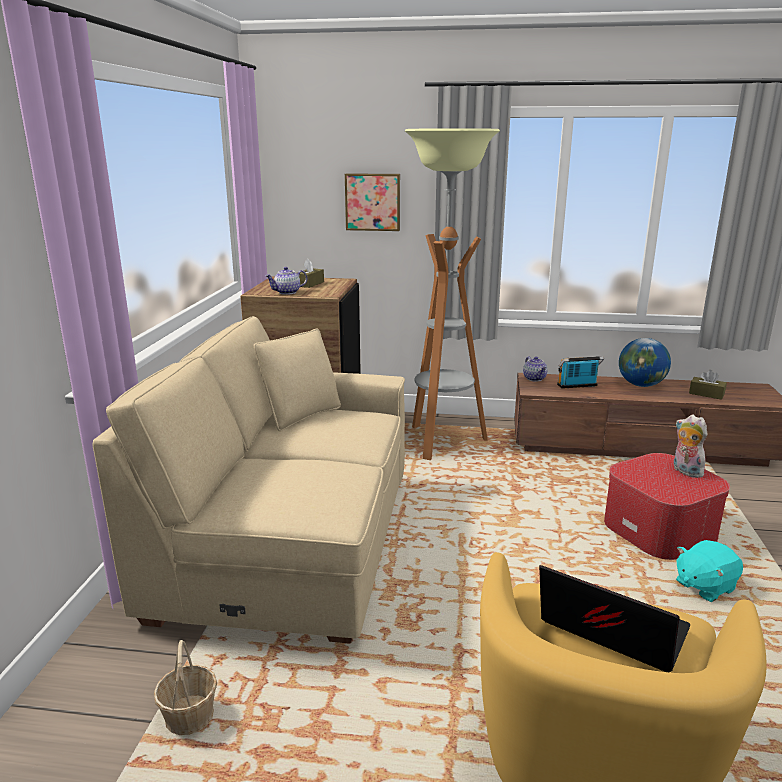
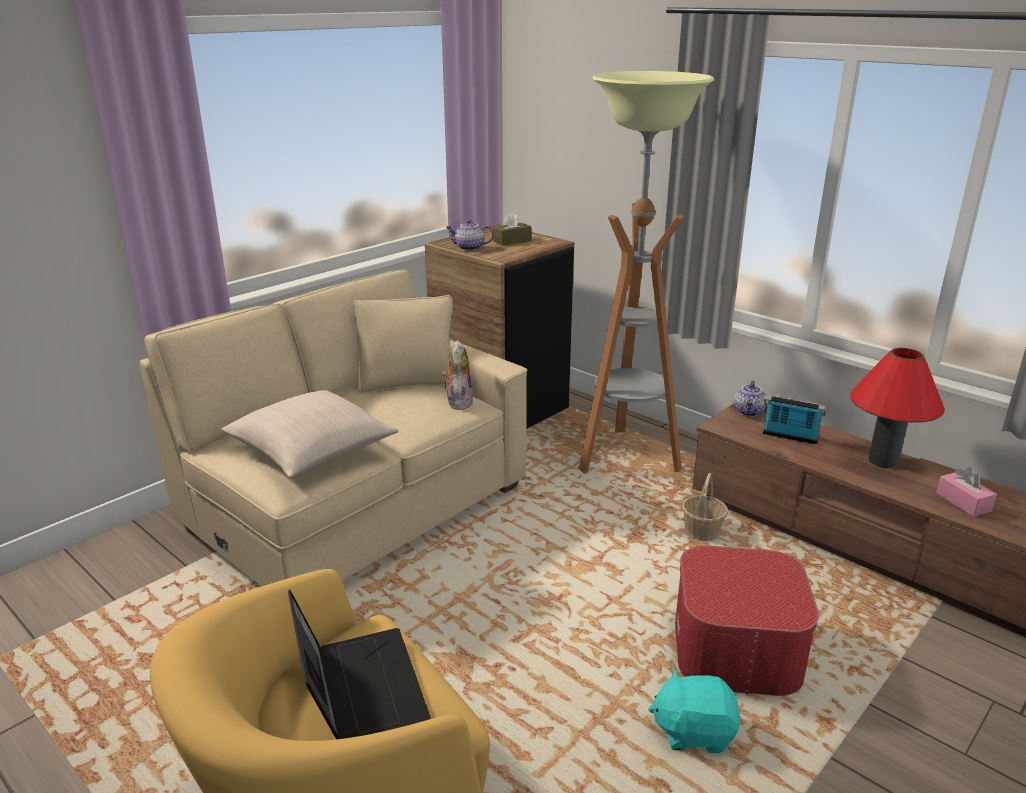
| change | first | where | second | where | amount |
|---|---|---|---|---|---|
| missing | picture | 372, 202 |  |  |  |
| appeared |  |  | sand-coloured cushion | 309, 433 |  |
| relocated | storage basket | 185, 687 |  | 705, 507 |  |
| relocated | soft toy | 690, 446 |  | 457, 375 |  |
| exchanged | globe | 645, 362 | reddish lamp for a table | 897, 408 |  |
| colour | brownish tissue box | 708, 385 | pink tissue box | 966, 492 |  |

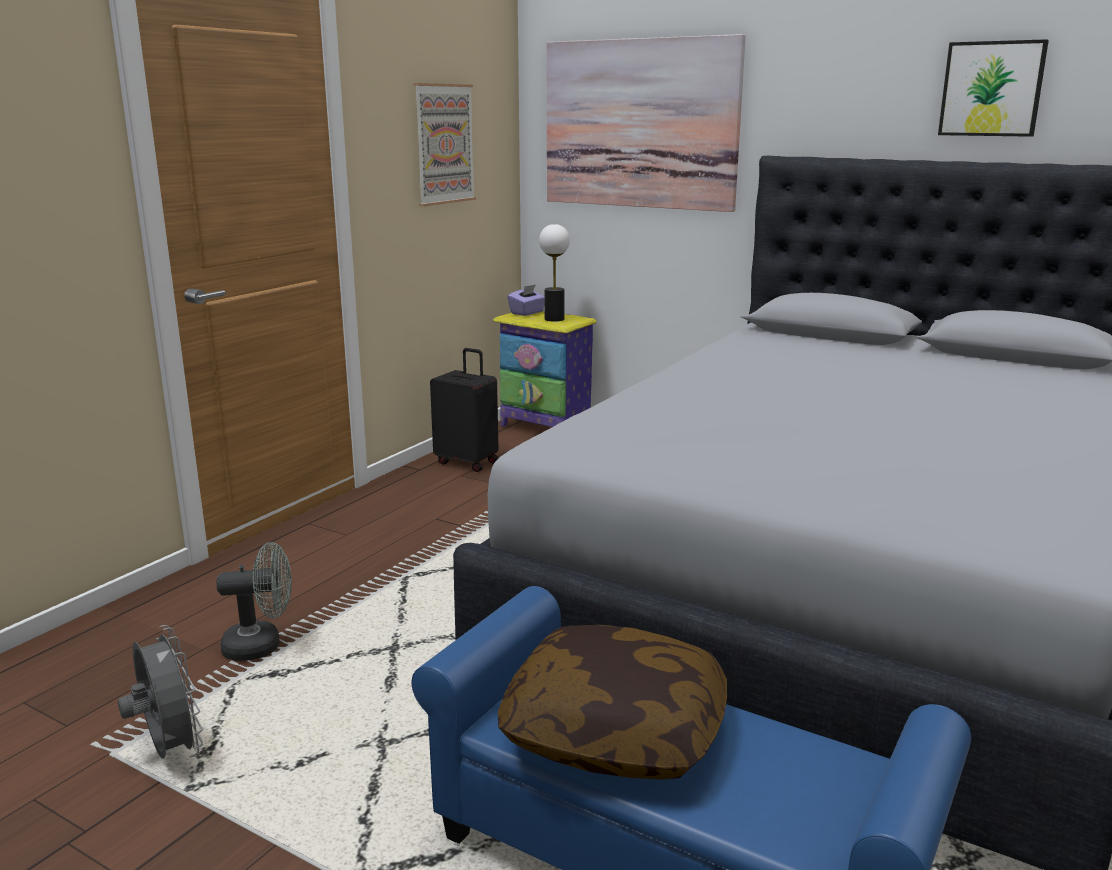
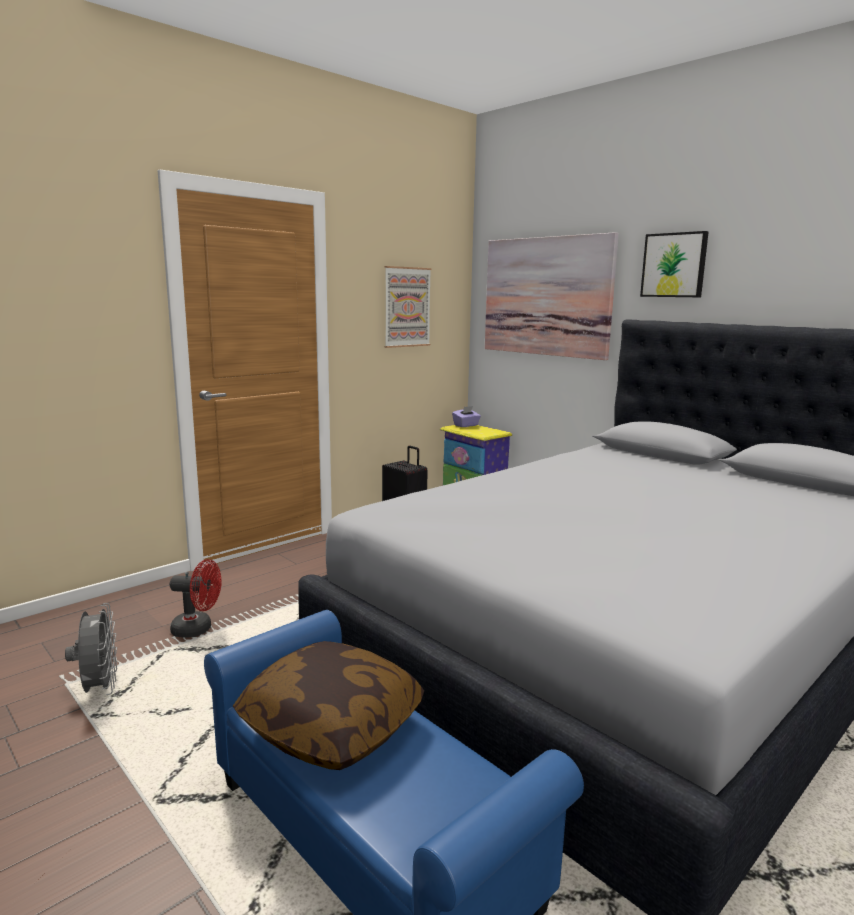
| change | first | where | second | where | amount |
|---|---|---|---|---|---|
| missing | lamp for a table | 554, 273 |  |  |  |
| relocated | picture | 993, 88 |  | 674, 264 |  |
| colour | greyish electric fan | 254, 601 | reddish electric fan | 196, 598 |  |

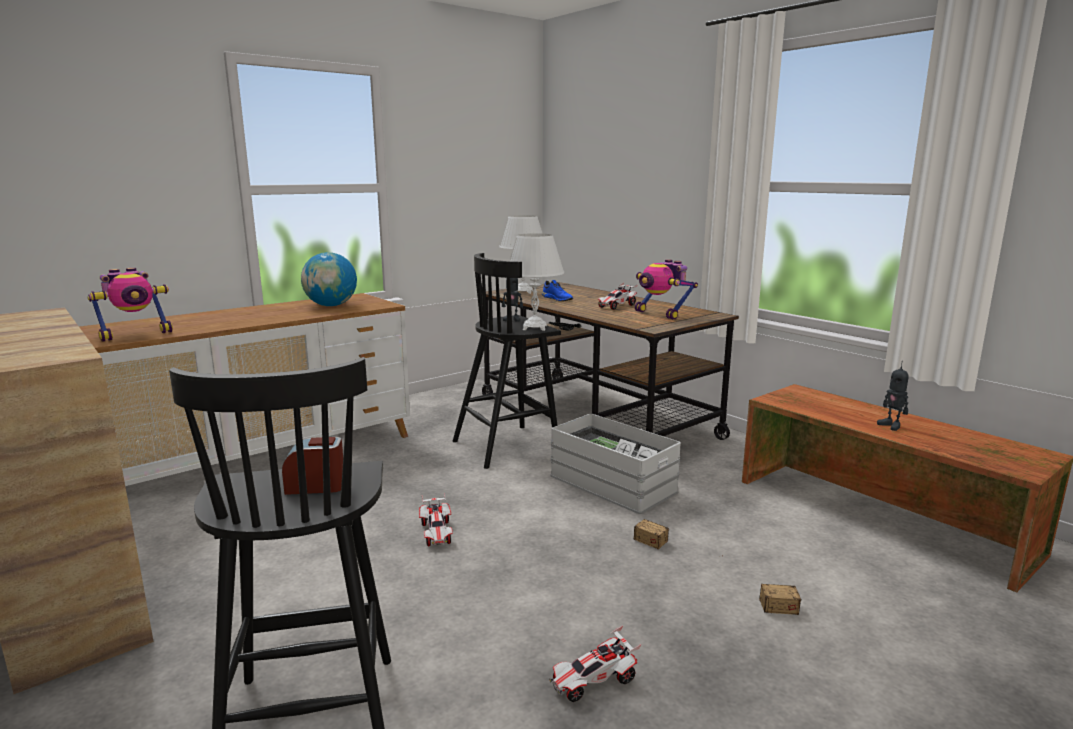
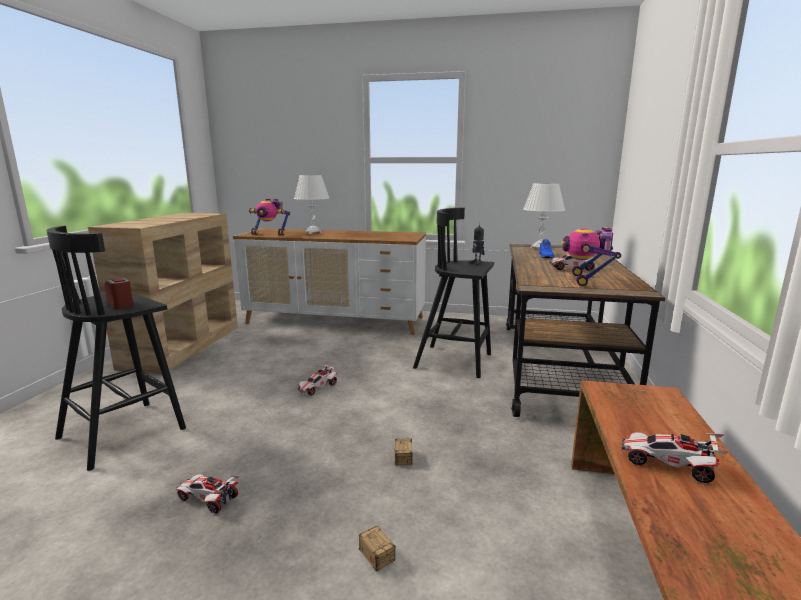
| change | first | where | second | where | amount |
|---|---|---|---|---|---|
| missing | globe | 329, 279 |  |  |  |
| missing | greyish storage container | 615, 464 |  |  |  |
| relocated | whitish lamp for a table | 537, 282 |  | 311, 204 |  |
| exchanged | model robot | 893, 396 | toy car | 675, 457 |  |

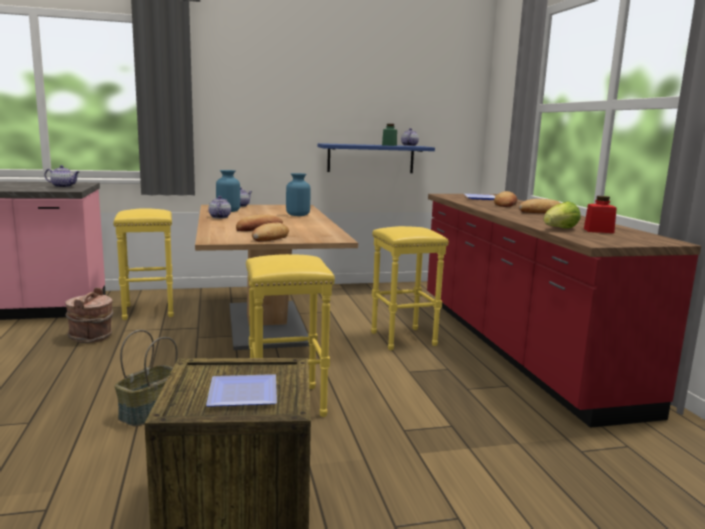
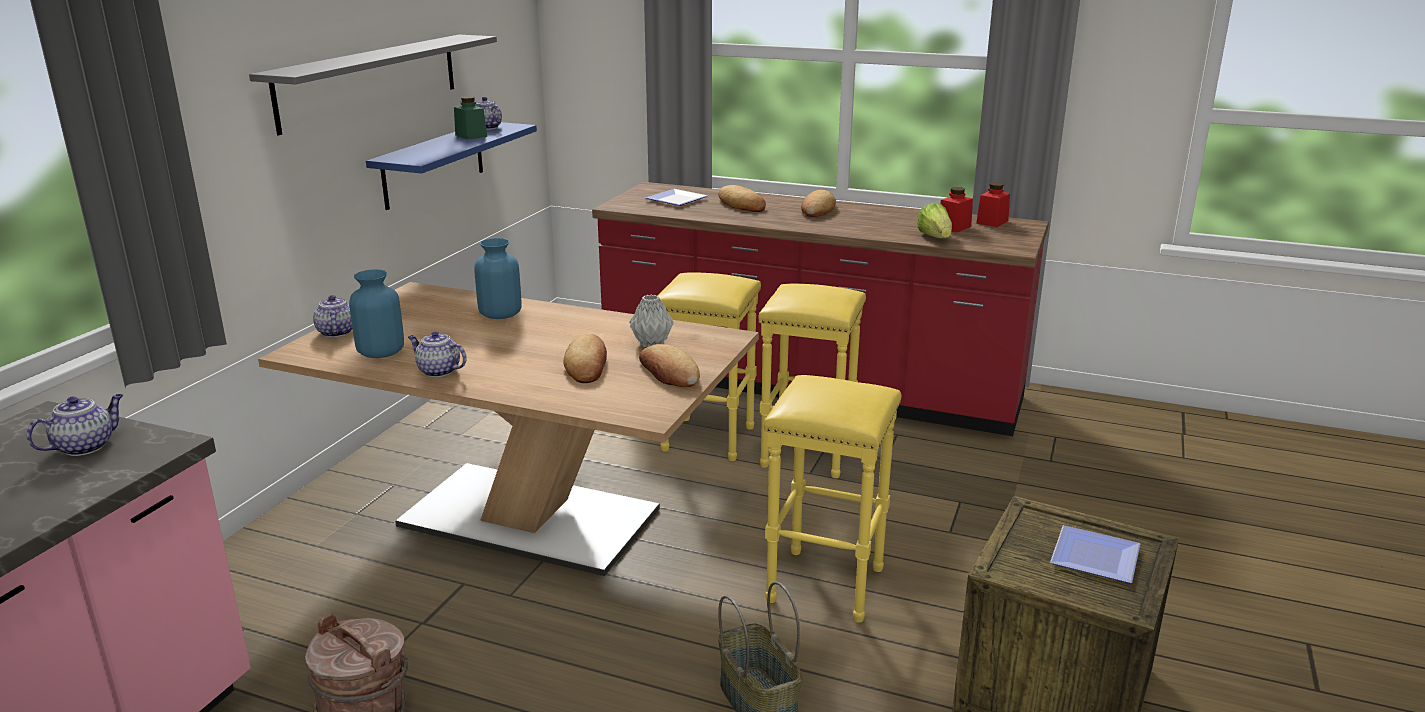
| change | first | where | second | where | amount |
|---|---|---|---|---|---|
| appeared |  |  | greyish shelf | 373, 85 |  |
| appeared |  |  | greyish decorative vase | 651, 321 |  |
| appeared |  |  | reddish preserve jar | 993, 204 |  |
| relocated | yellow-coloured sitting stool | 143, 264 |  | 812, 381 |  |

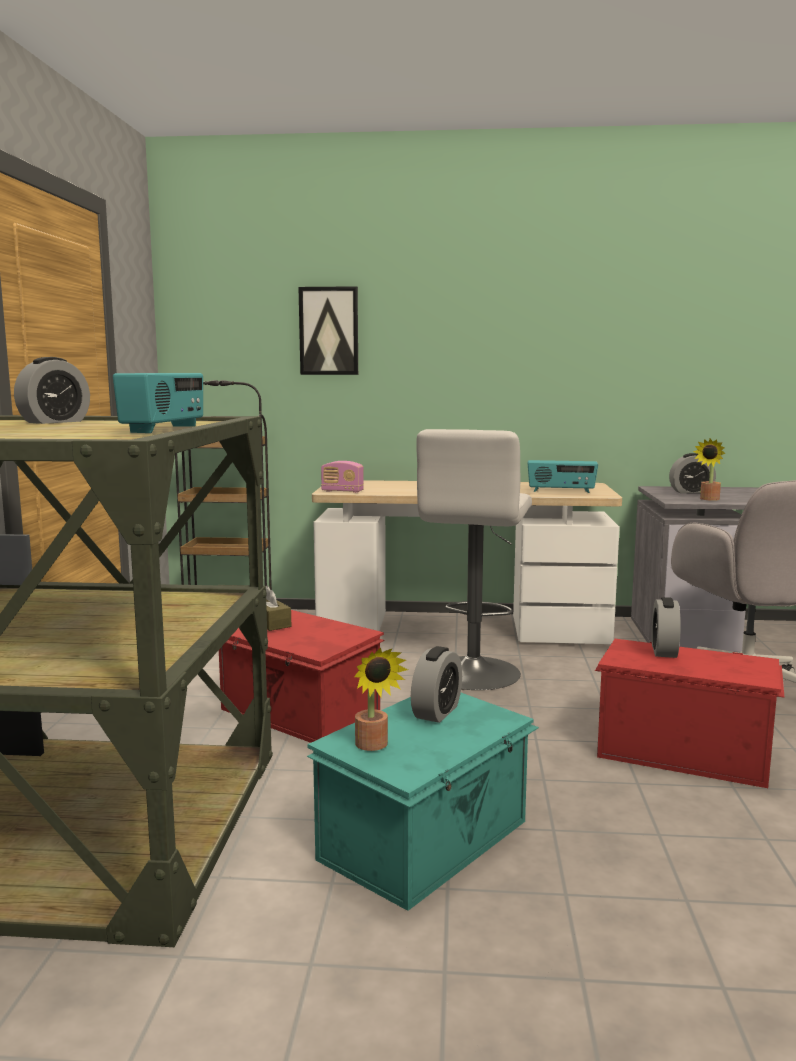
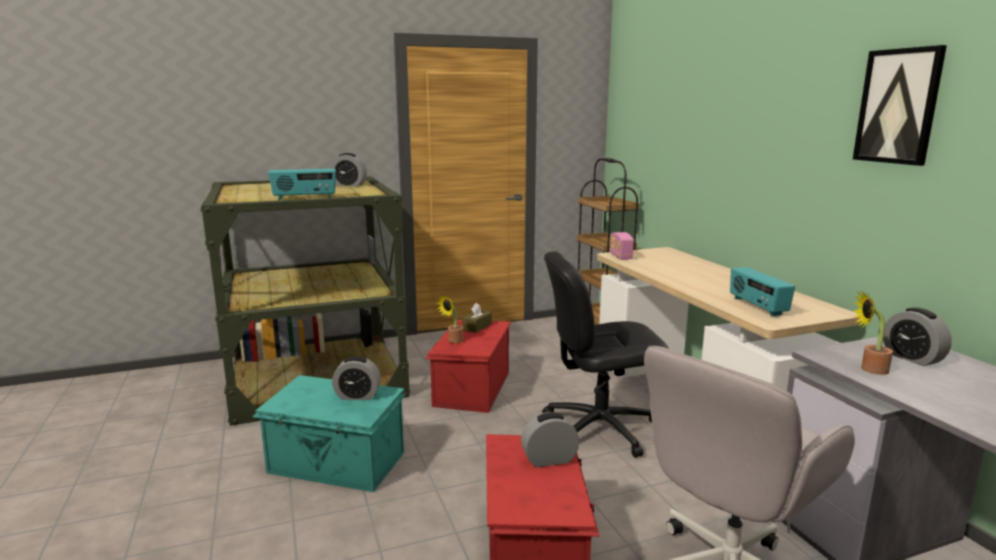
| change | first | where | second | where | amount |
|---|---|---|---|---|---|
| relocated | picture | 328, 330 |  | 900, 105 |  |
| relocated | potted plant | 381, 699 |  | 449, 319 |  |
| exchanged | whitish sitting stool | 474, 559 | black desk chair | 605, 354 |  |

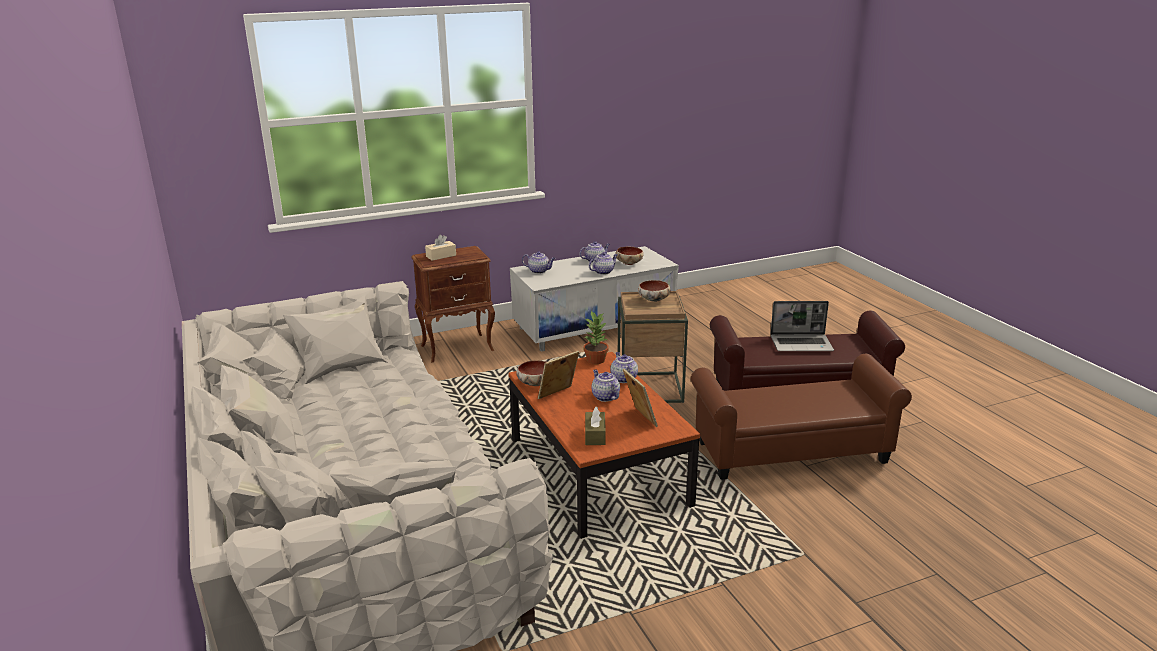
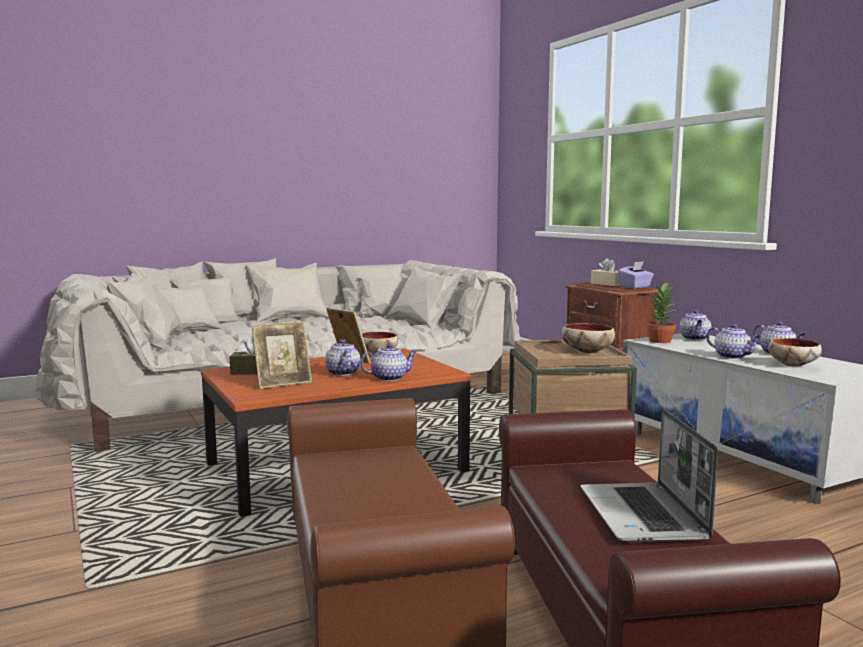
| change | first | where | second | where | amount |
|---|---|---|---|---|---|
| appeared |  |  | purplish tissue box | 636, 275 |  |
| relocated | potted plant | 596, 337 |  | 661, 312 |  |
| spun | teapot | 606, 385 |  | 343, 357 | 75 degrees counterclockwise |

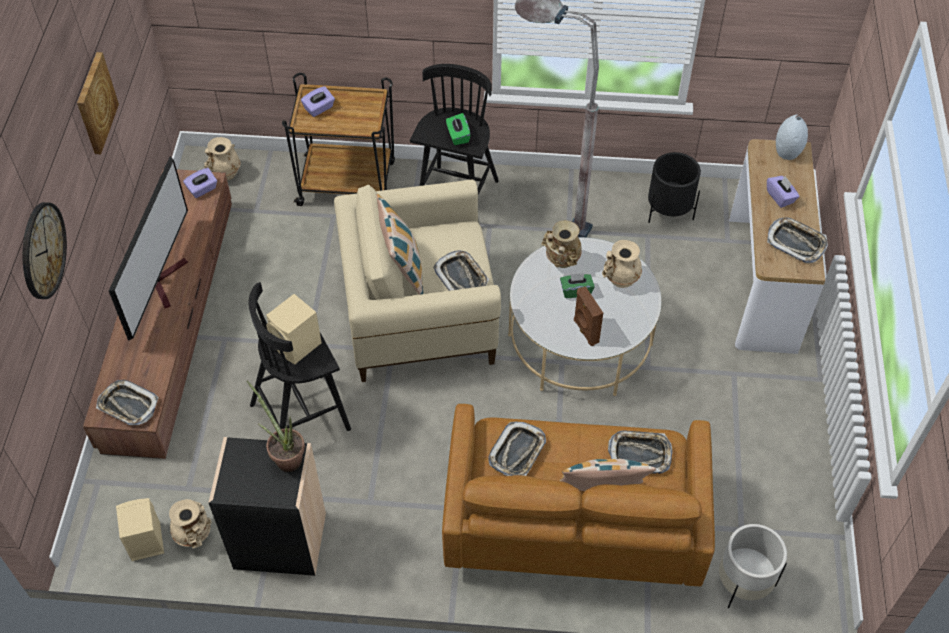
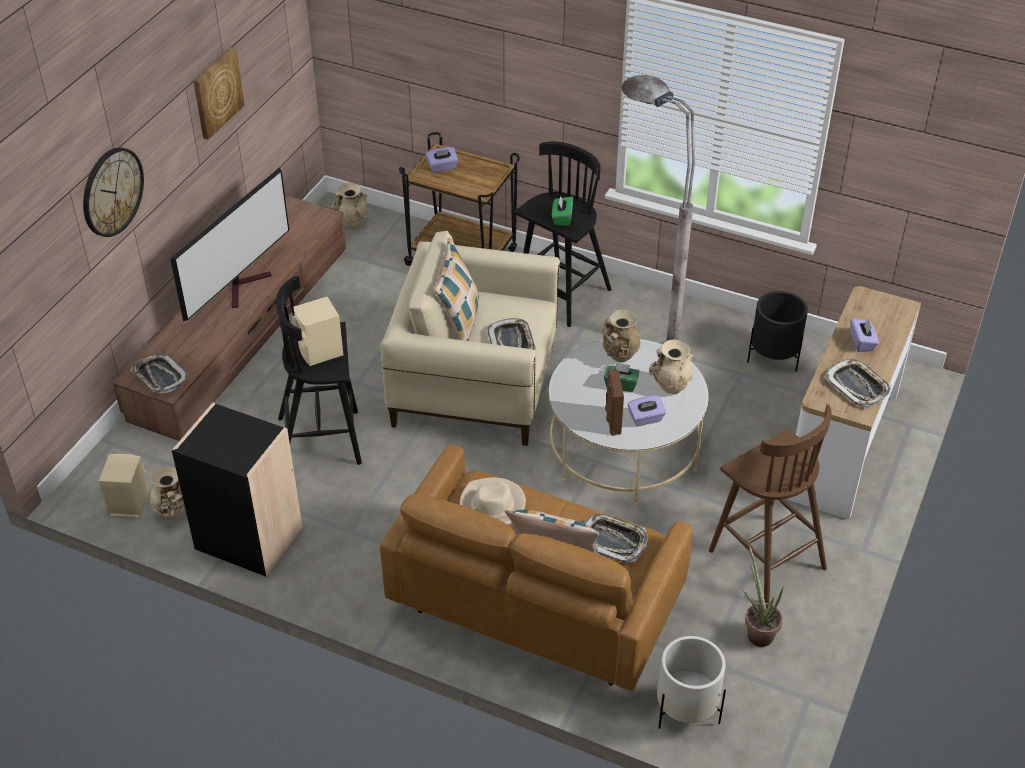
| change | first | where | second | where | amount |
|---|---|---|---|---|---|
| missing | greyish decorative vase | 792, 137 |  |  |  |
| appeared |  |  | brownish sitting stool | 770, 504 |  |
| relocated | purplish tissue box | 200, 183 |  | 647, 410 |  |
| relocated | potted plant | 276, 426 |  | 763, 595 |  |
| exchanged | serving tray | 517, 448 | sand-coloured hat | 493, 501 |  |

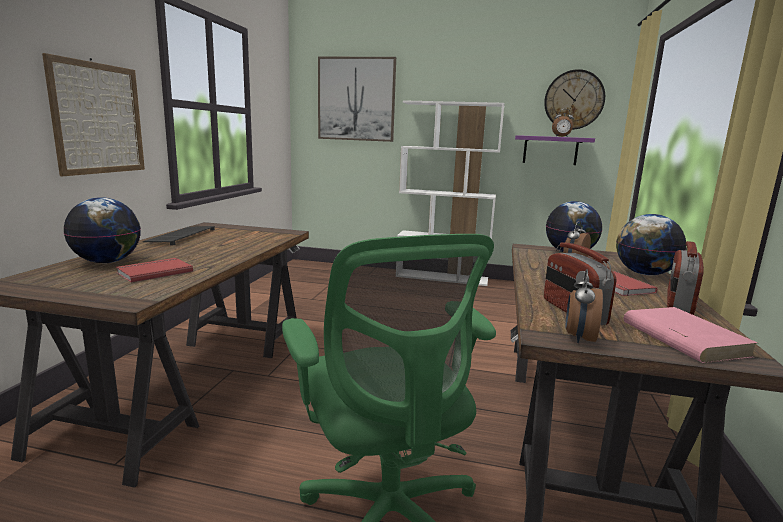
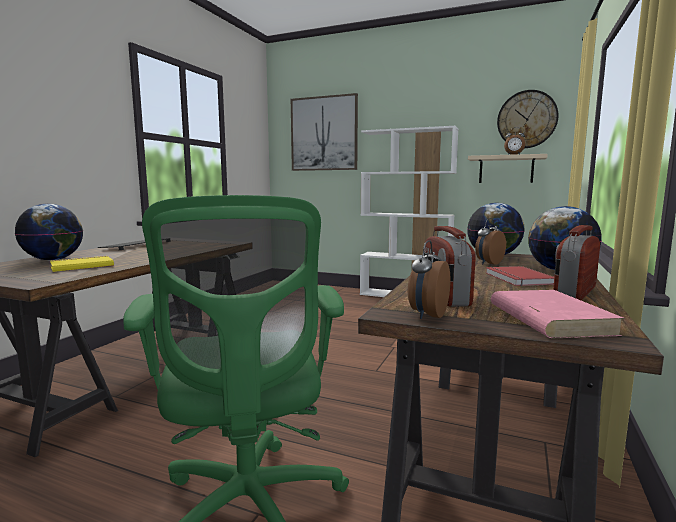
| change | first | where | second | where | amount |
|---|---|---|---|---|---|
| missing | picture | 93, 114 |  |  |  |
| colour | reddish volume | 154, 270 | yellow-coloured volume | 82, 264 |  |
| colour | purplish shelf | 555, 150 | sand-coloured shelf | 508, 168 |  |

